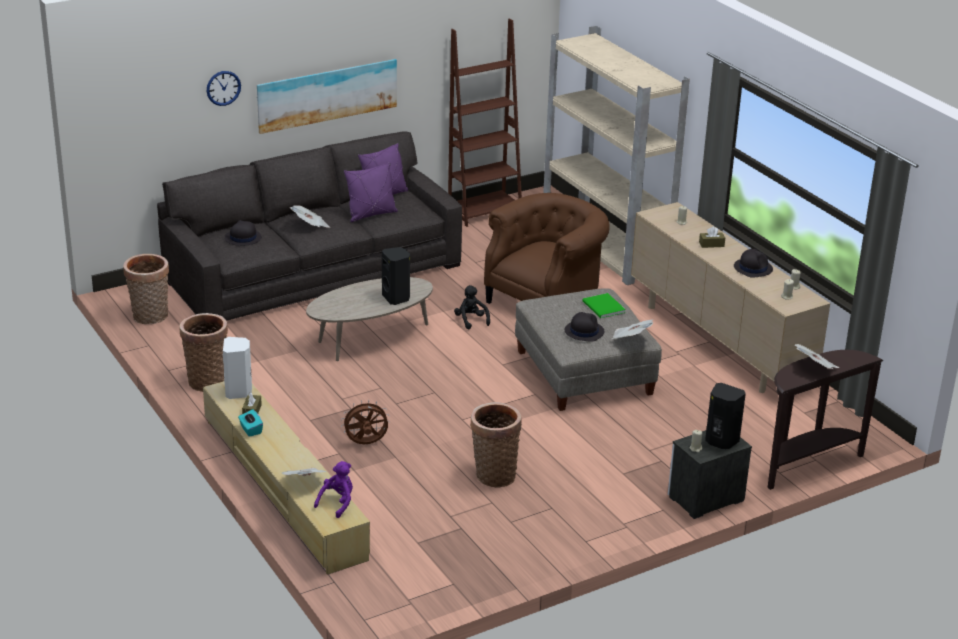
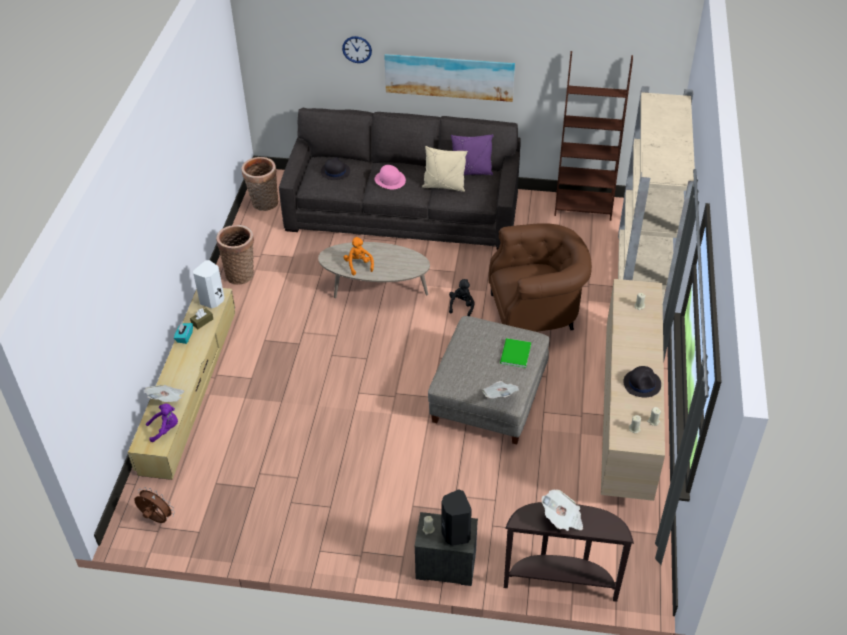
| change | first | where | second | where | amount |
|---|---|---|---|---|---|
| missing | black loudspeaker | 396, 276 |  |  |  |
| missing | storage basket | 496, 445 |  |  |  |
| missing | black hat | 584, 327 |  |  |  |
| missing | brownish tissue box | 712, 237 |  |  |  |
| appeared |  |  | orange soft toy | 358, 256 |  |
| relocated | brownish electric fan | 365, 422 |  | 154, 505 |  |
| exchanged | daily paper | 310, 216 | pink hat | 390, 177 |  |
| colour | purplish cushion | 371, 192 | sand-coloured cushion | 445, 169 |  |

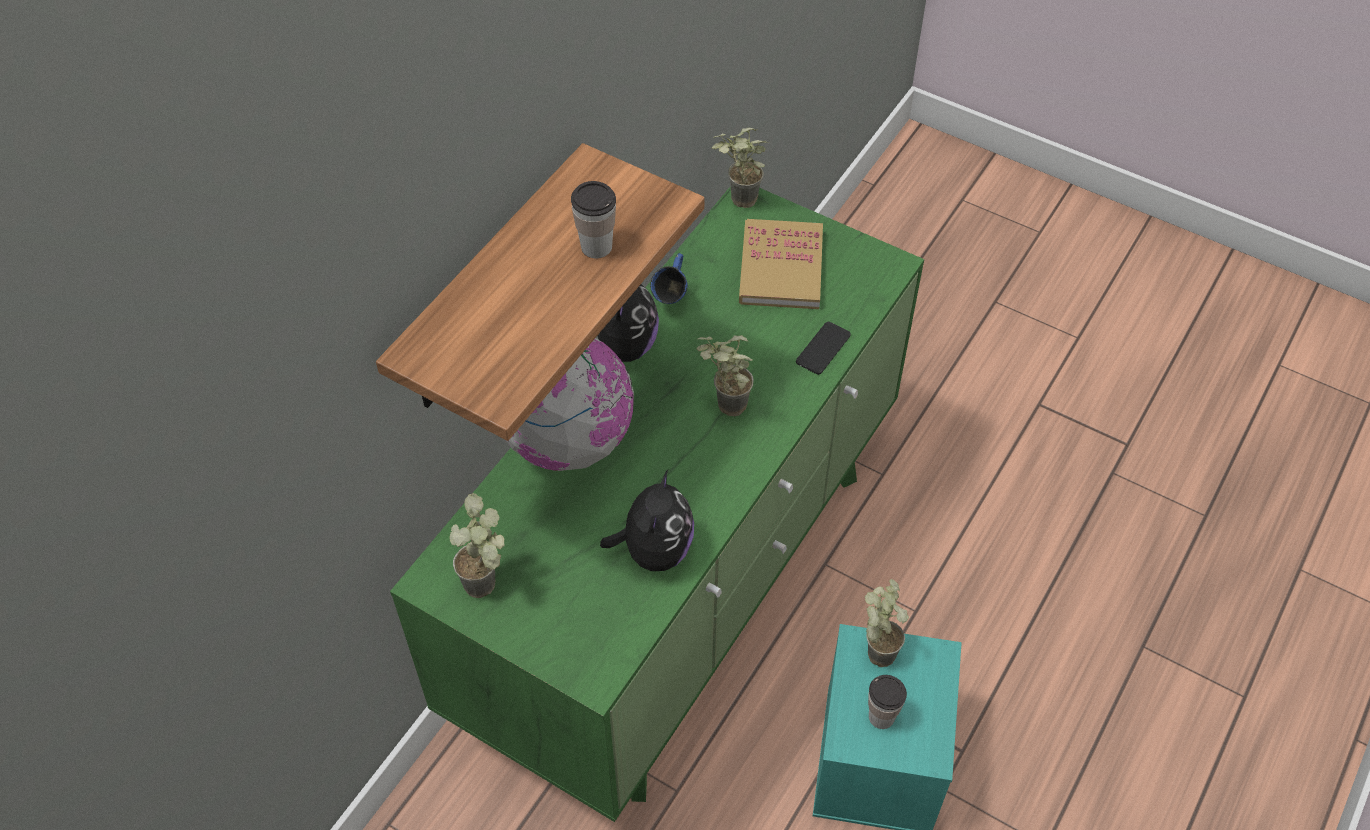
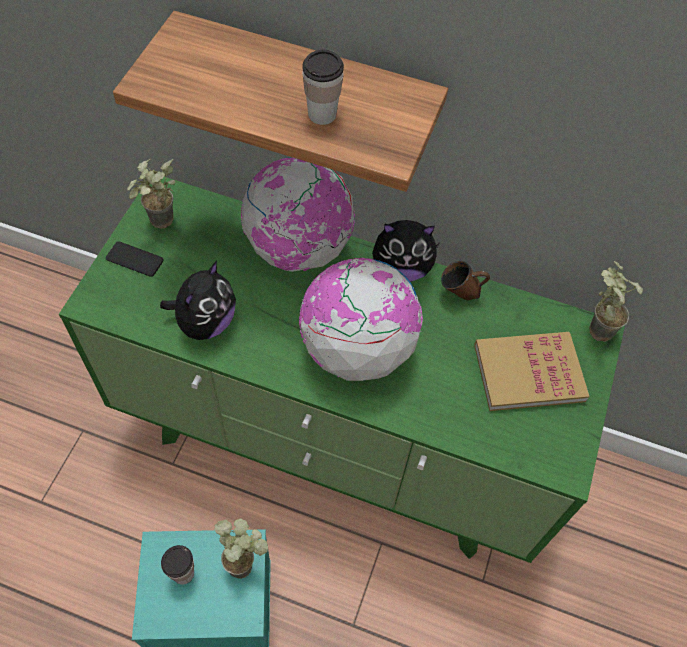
| change | first | where | second | where | amount |
|---|---|---|---|---|---|
| relocated | telephone | 823, 348 |  | 135, 259 |  |
| exchanged | potted plant | 725, 375 | globe | 361, 319 |  |
| colour | blue mug | 669, 278 | brownish mug | 465, 281 |  |
| spun | soft toy | 647, 520 |  | 198, 300 | 60 degrees counterclockwise |

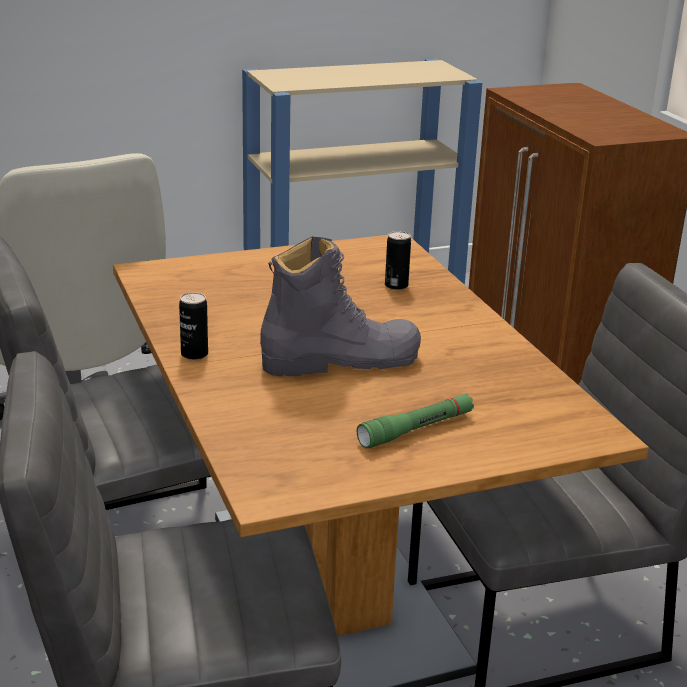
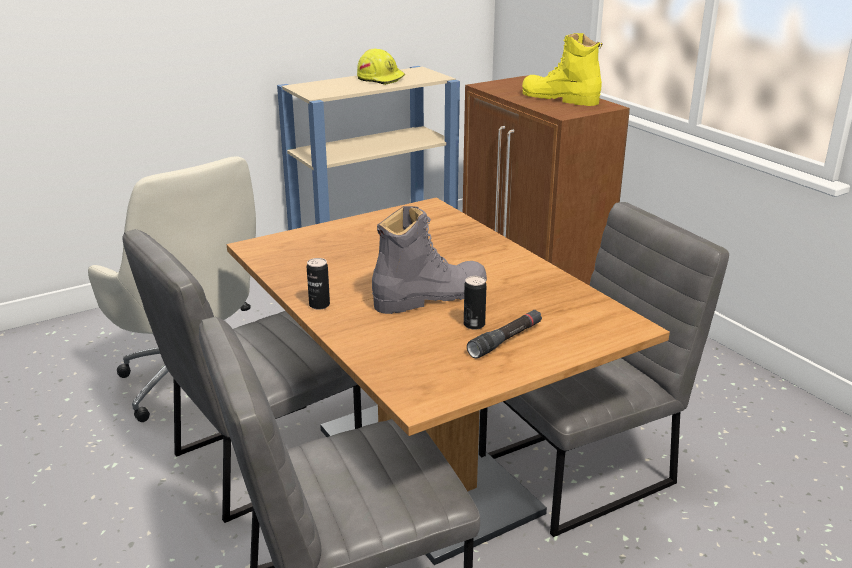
| change | first | where | second | where | amount |
|---|---|---|---|---|---|
| appeared |  |  | yellow-coloured work helmet | 381, 67 |  |
| appeared |  |  | yellow-coloured boot | 562, 69 |  |
| relocated | can | 398, 260 |  | 475, 303 |  |
| colour | green-coloured flashlight | 415, 421 | black flashlight | 504, 334 |  |

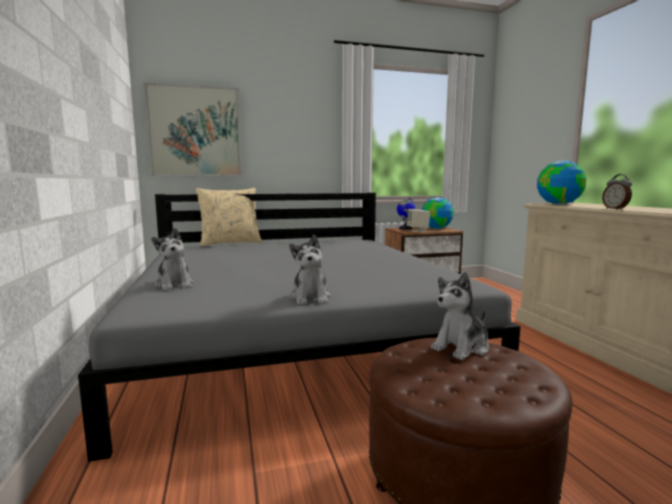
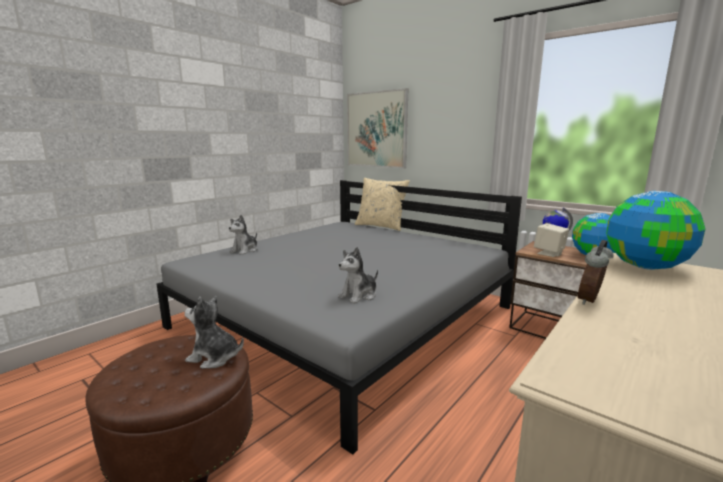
| change | first | where | second | where | amount |
|---|---|---|---|---|---|
| relocated | soft toy | 310, 269 |  | 358, 275 |  |

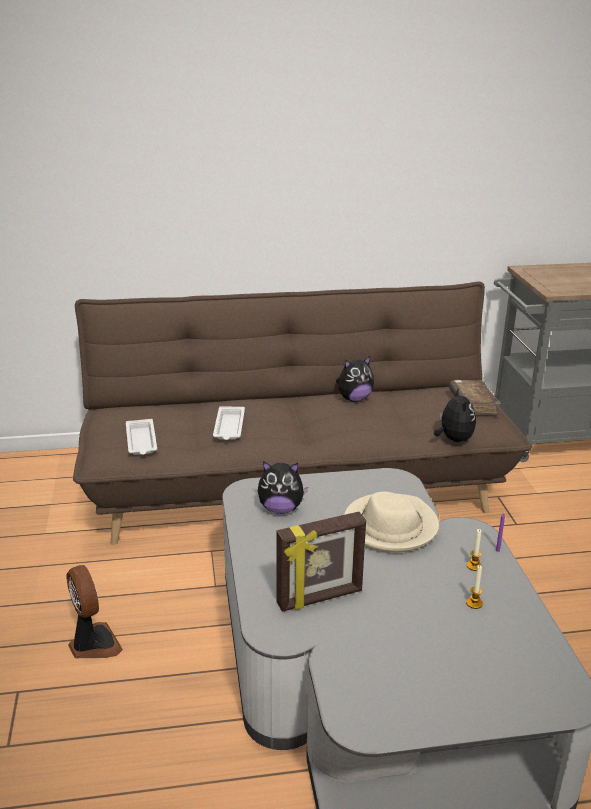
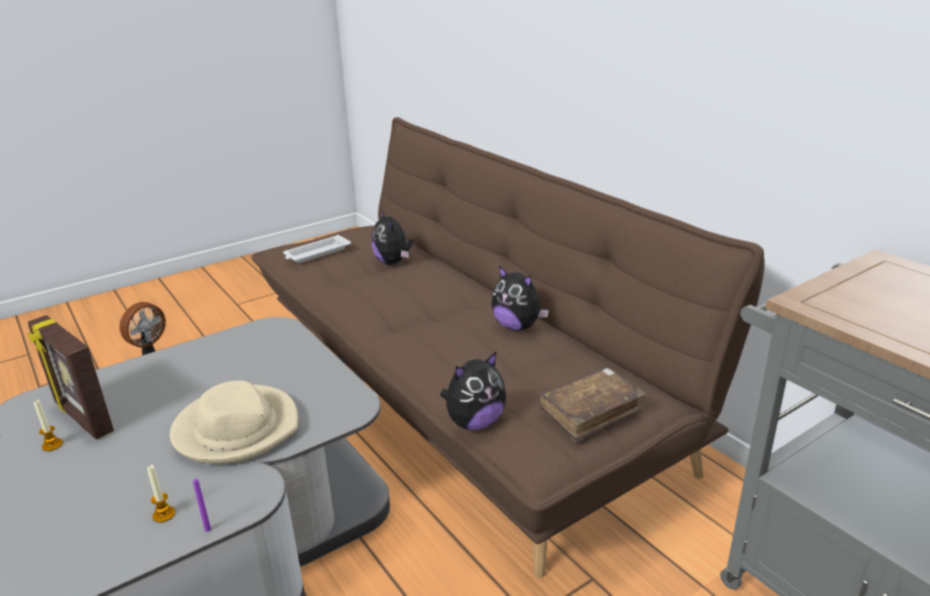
| change | first | where | second | where | amount |
|---|---|---|---|---|---|
| missing | whitish serving tray | 229, 423 |  |  |  |
| relocated | soft toy | 283, 487 |  | 392, 237 |  |
| relocated | wax candle | 474, 587 |  | 48, 425 |  |

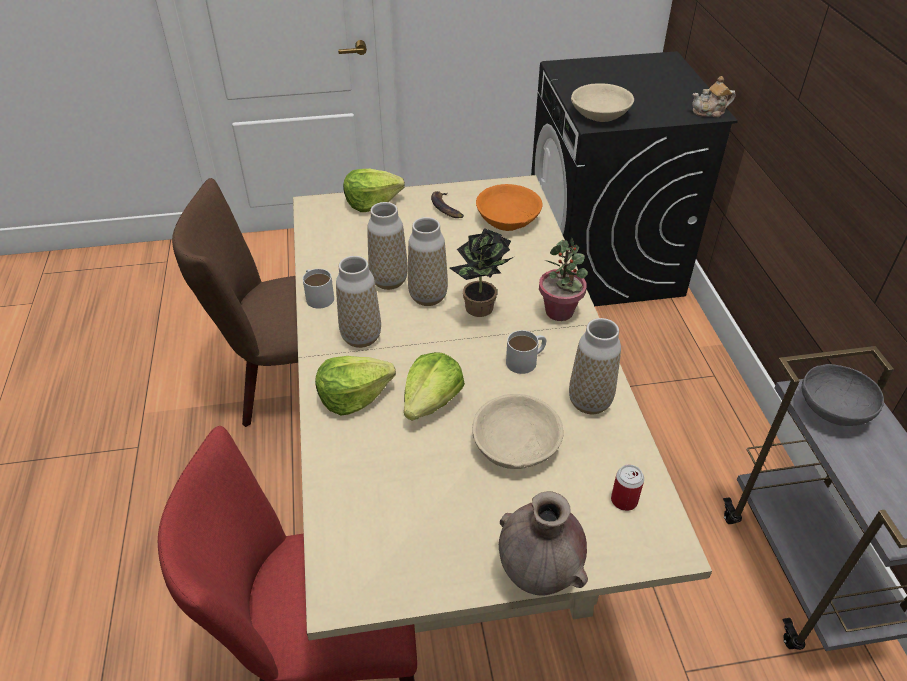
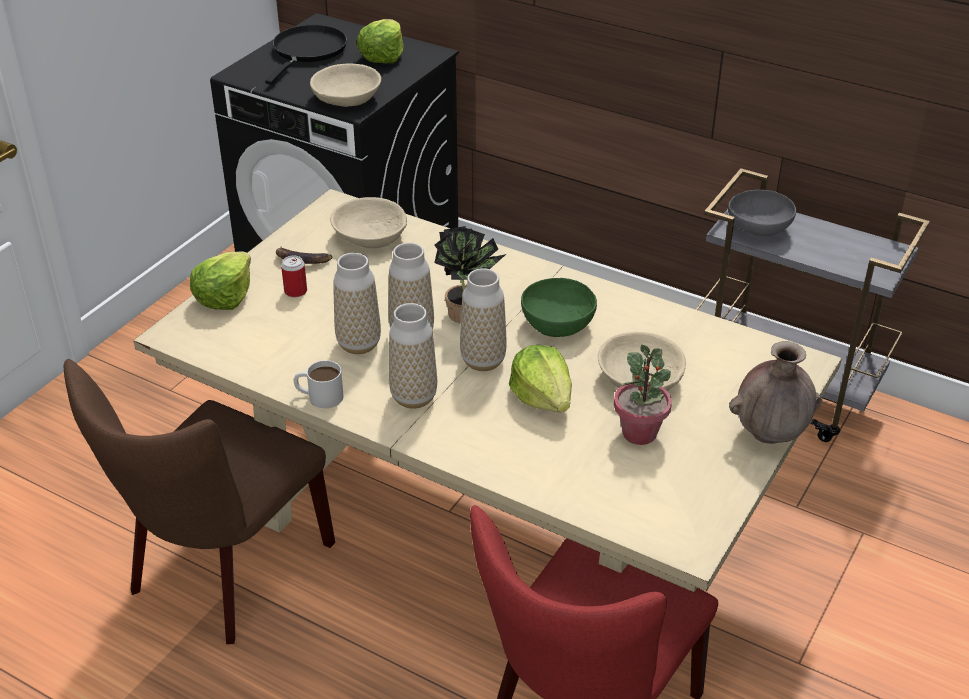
| change | first | where | second | where | amount |
|---|---|---|---|---|---|
| missing | teapot | 714, 96 |  |  |  |
| appeared |  |  | black pan | 306, 55 |  |
| relocated | lettuce head | 355, 385 |  | 380, 41 |  |
| relocated | potted plant | 563, 279 |  | 643, 395 |  |
| relocated | decorative vase | 595, 366 |  | 483, 319 |  |
| relocated | can | 627, 488 |  | 294, 276 |  |
| exchanged | whitish mug | 526, 352 | green-coloured serving bowl | 559, 307 |  |
| colour | orange serving bowl | 509, 207 | sand-coloured serving bowl | 368, 222 |  |

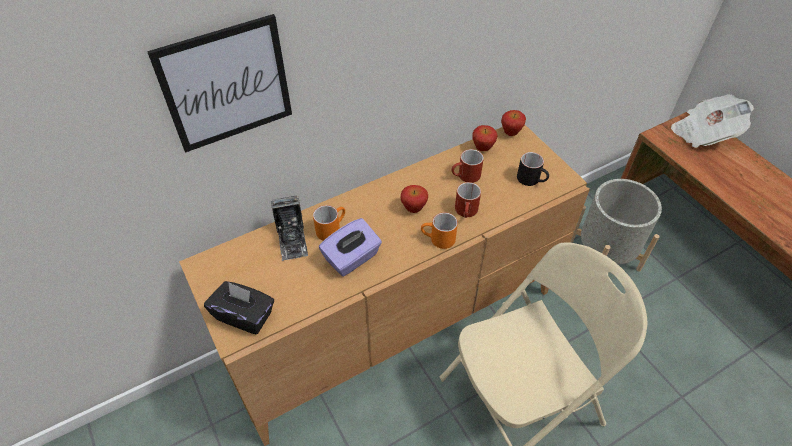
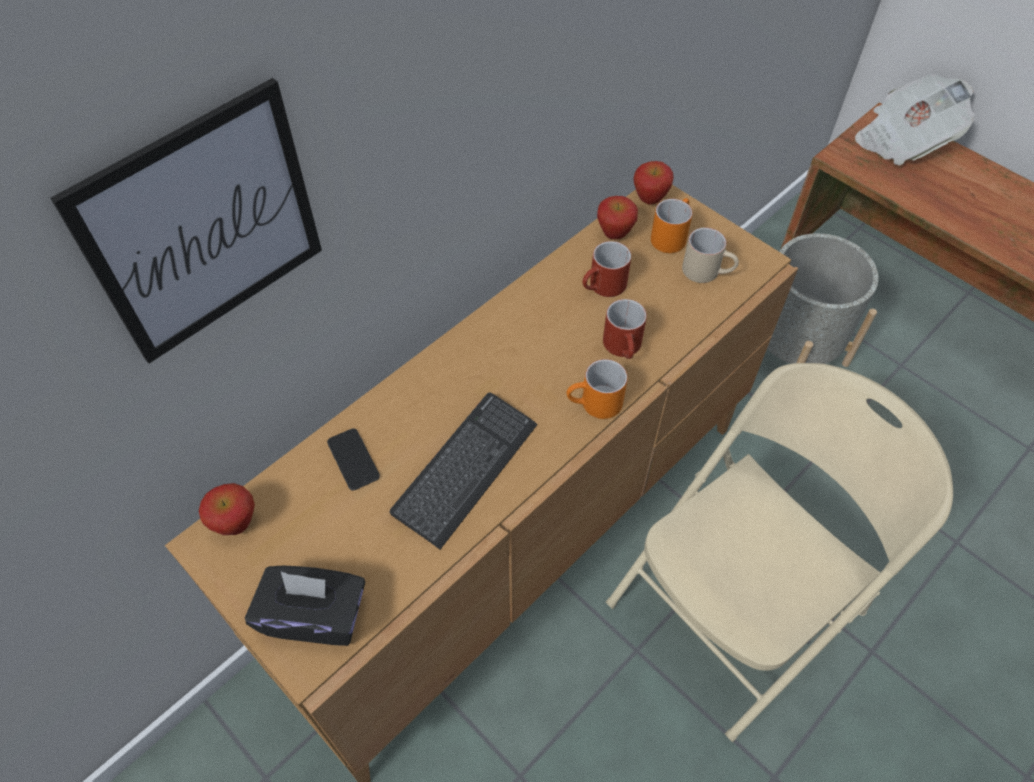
| change | first | where | second | where | amount |
|---|---|---|---|---|---|
| relocated | orange mug | 329, 223 |  | 672, 225 |  |
| relocated | apple fruit | 414, 199 |  | 227, 509 |  |
| exchanged | still camera | 289, 228 | telephone | 353, 459 |  |
| exchanged | purplish tissue box | 350, 247 | keyboard | 463, 471 |  |
| colour | black mug | 533, 169 | sand-coloured mug | 710, 255 |  |

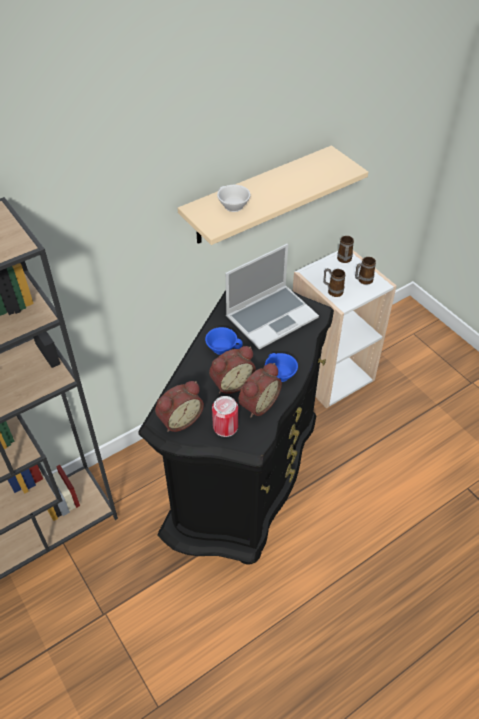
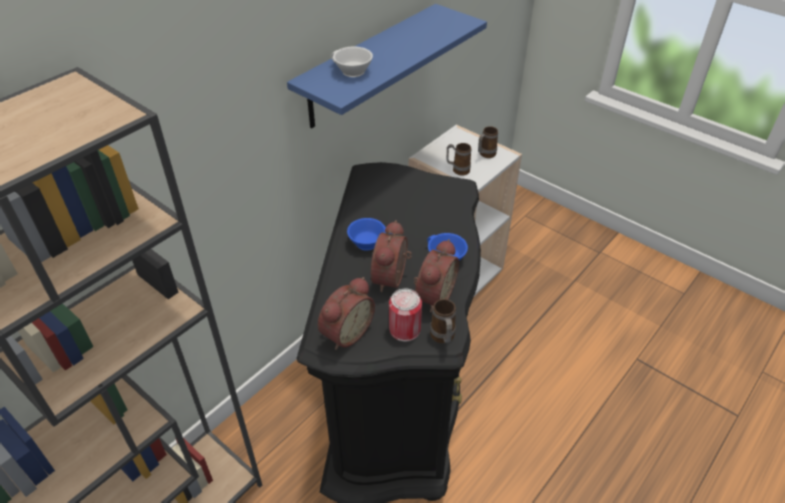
| change | first | where | second | where | amount |
|---|---|---|---|---|---|
| missing | notebook computer | 272, 297 |  |  |  |
| relocated | mug | 345, 249 |  | 443, 321 |  |
| colour | sand-coloured shelf | 273, 195 | blue shelf | 387, 66 |  |
| spun | table clock | 232, 370 |  | 391, 256 | 150 degrees clockwise |

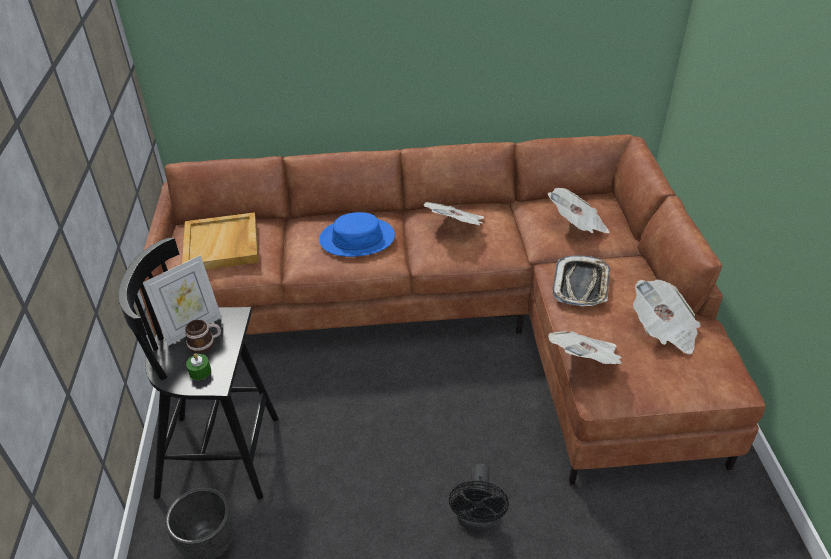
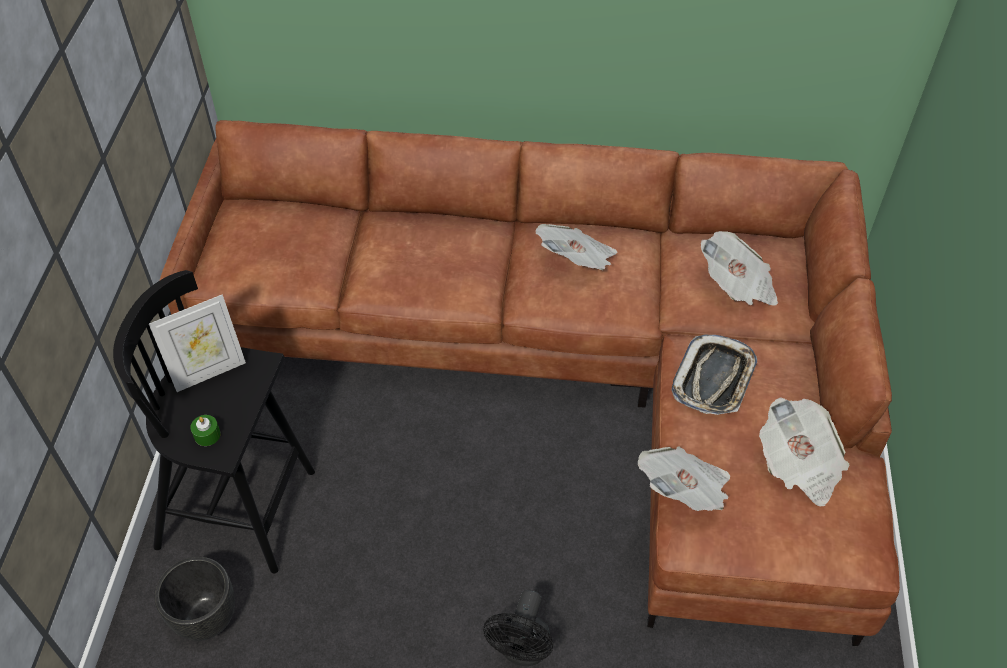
| change | first | where | second | where | amount |
|---|---|---|---|---|---|
| missing | sand-coloured serving tray | 220, 241 |  |  |  |
| missing | mug | 203, 336 |  |  |  |
| missing | blue hat | 357, 234 |  |  |  |

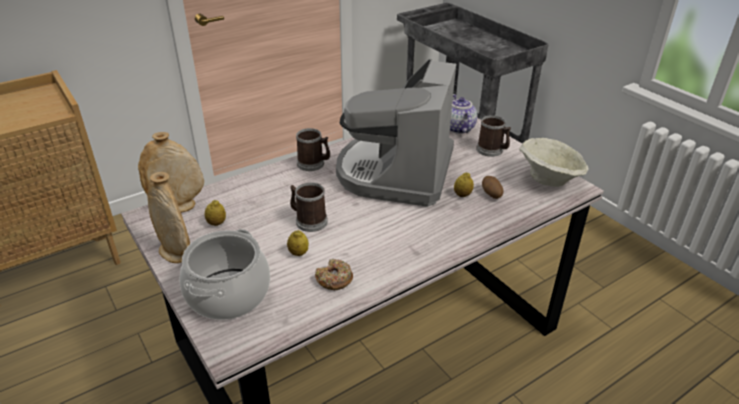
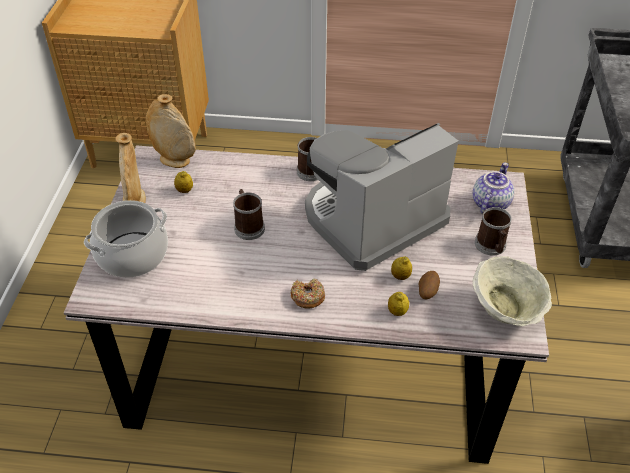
| change | first | where | second | where | amount |
|---|---|---|---|---|---|
| relocated | citrus fruit | 298, 243 |  | 398, 304 |  |
| relocated | ring doughnut | 334, 274 |  | 307, 294 |  |

